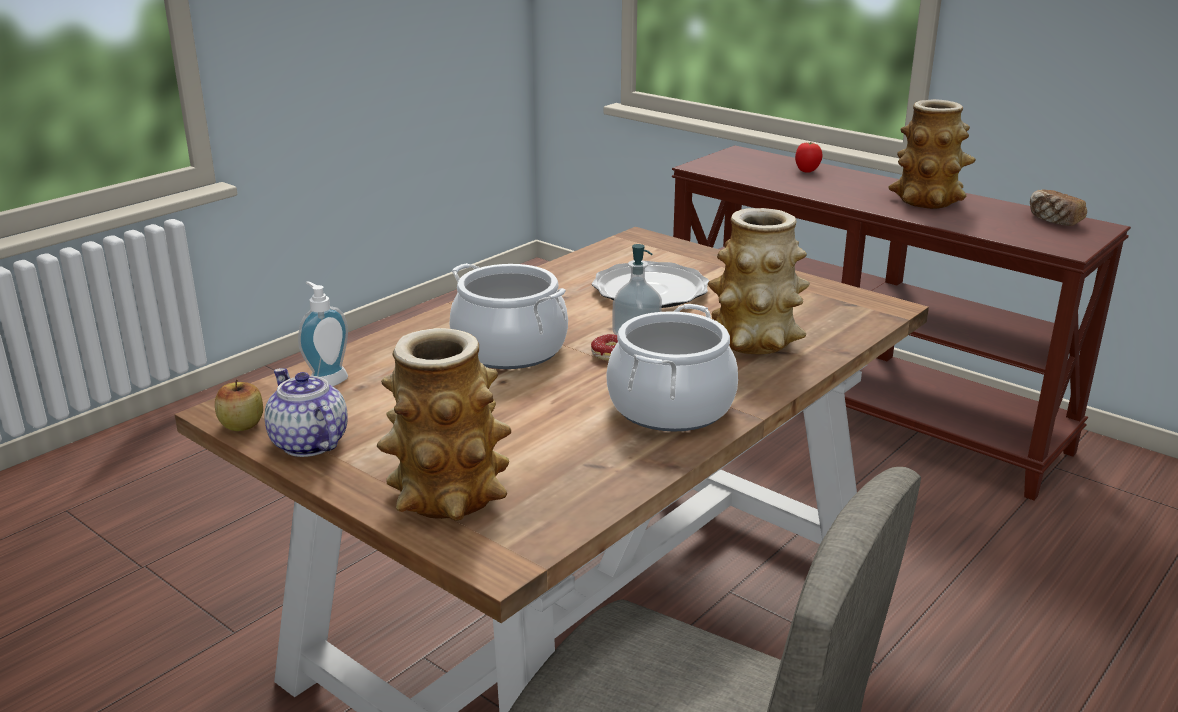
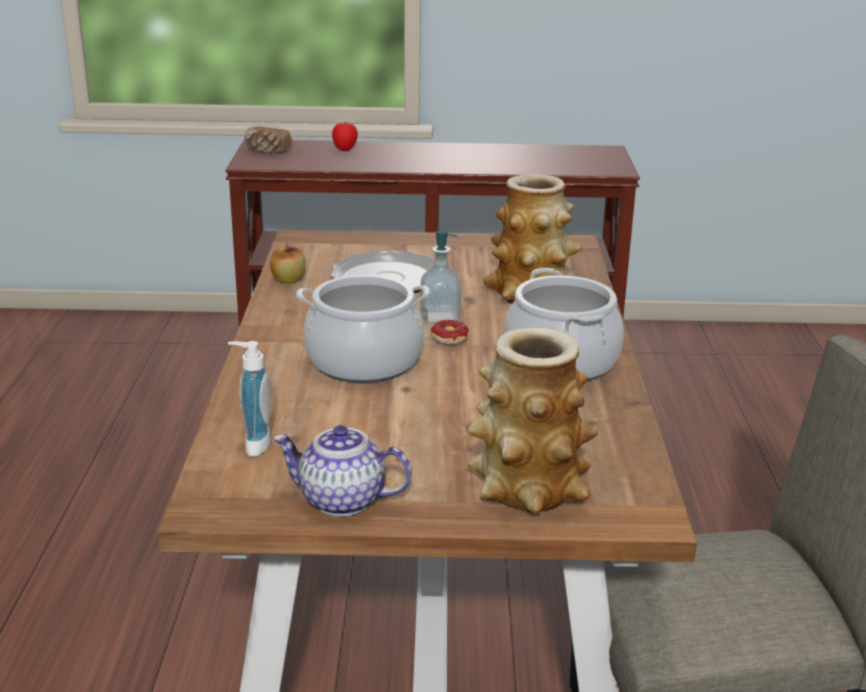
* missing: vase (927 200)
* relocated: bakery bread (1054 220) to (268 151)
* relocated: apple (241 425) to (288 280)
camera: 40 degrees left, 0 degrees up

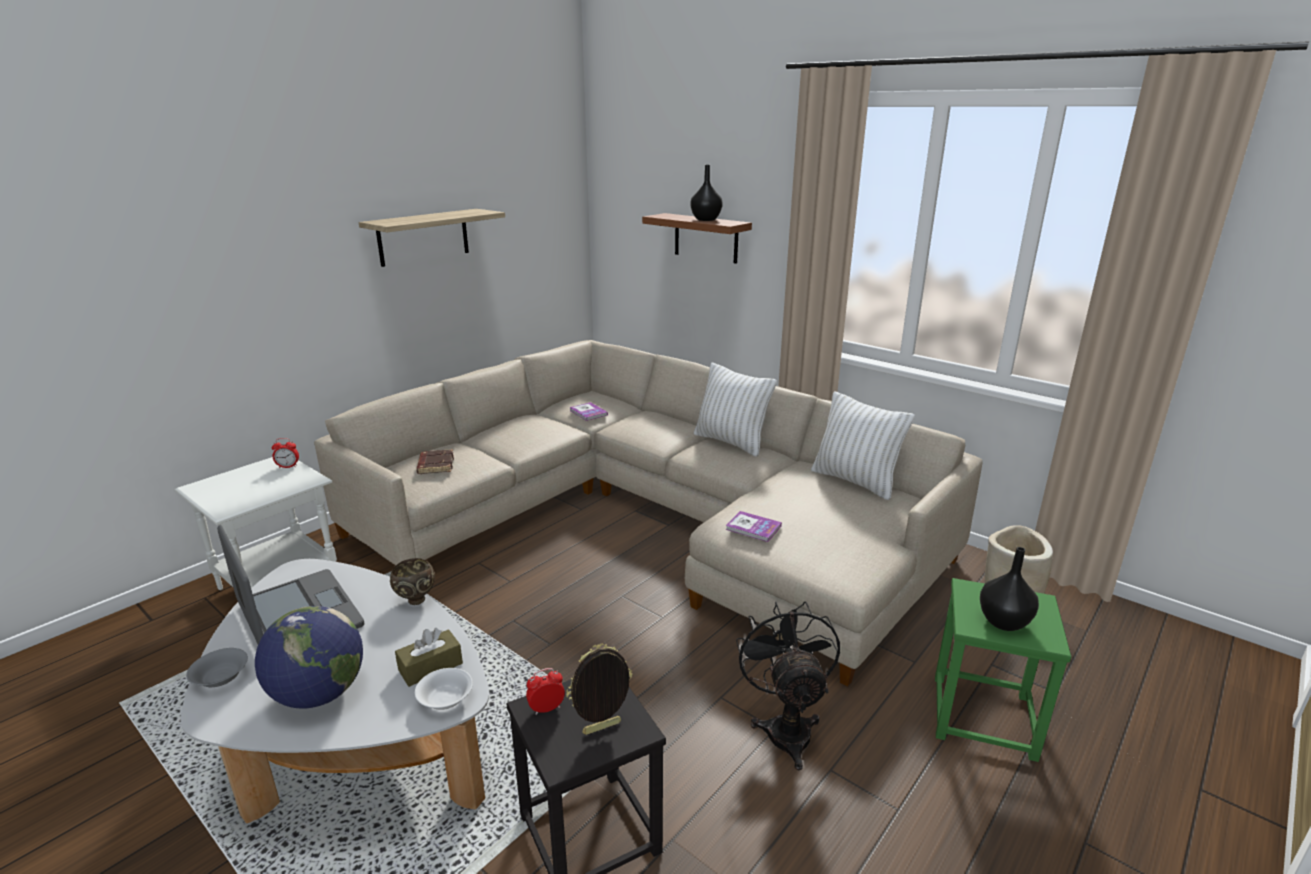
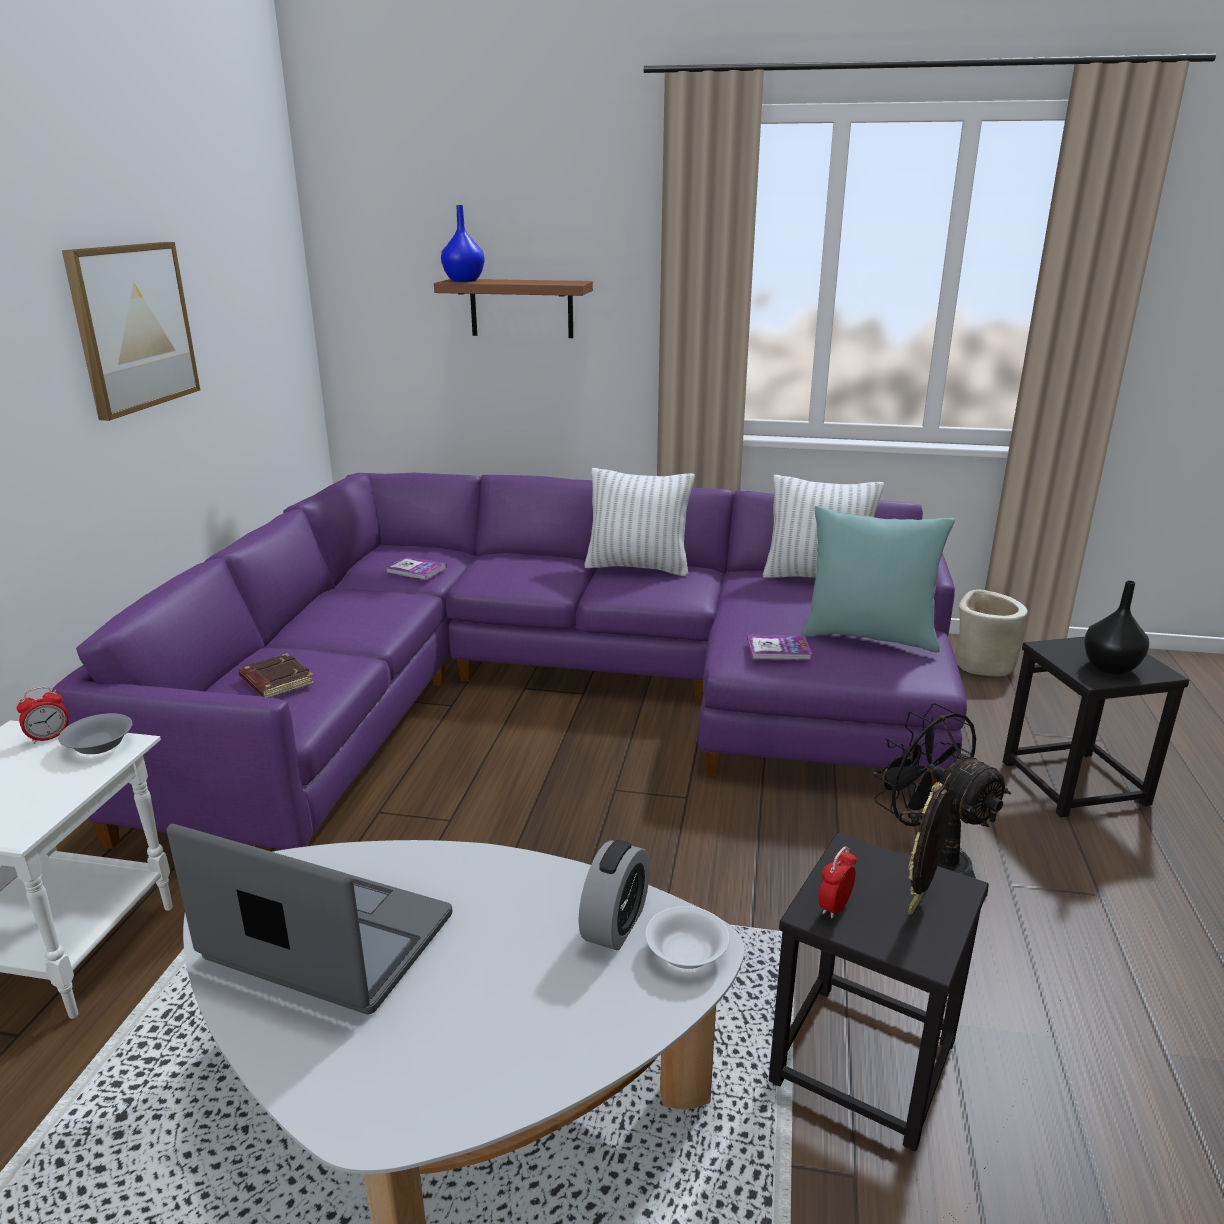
* missing: blackish vase (705 219)
* exchanged: bracket shelf (423 237) to wall art (133 327)
* colour: sand-coloured settee (652 520) to purplish settee (557 693)
* missing: brownish serving bowl (415 600)
* colour: green-coloured stool seat (982 717) to blackish stool seat (1074 783)
* missing: world globe (319 694)
* exchanged: brownish box of tissues (430 667) to table clock (615 925)
* relocated: greyish serving bowl (221 677) to (100 745)
* appeared: blue-coloured vase (464 280)
* appeared: turquoise-coloured cushion (869 636)
camera: 30 degrees left, 0 degrees up

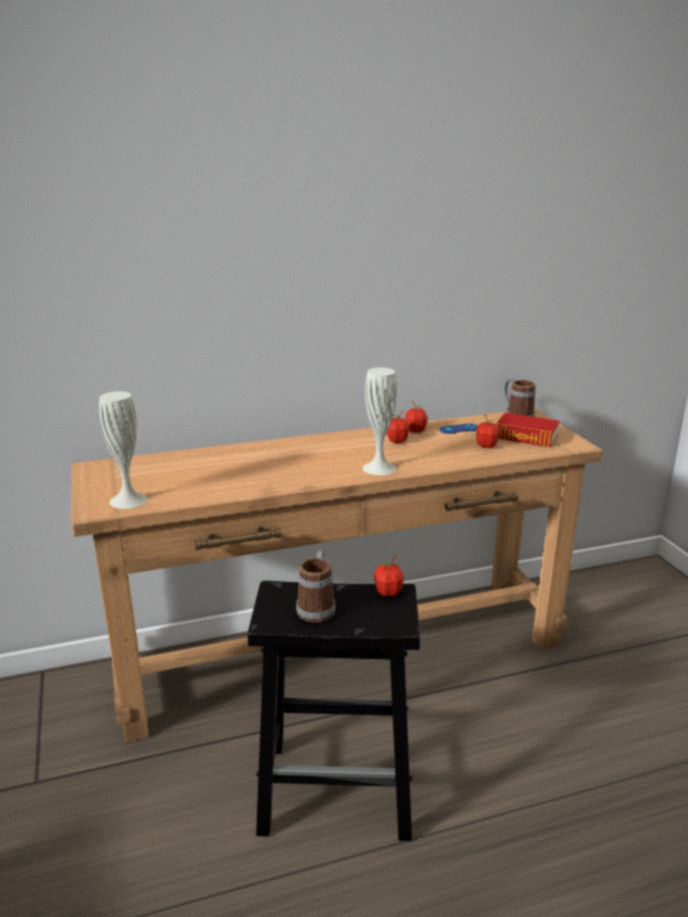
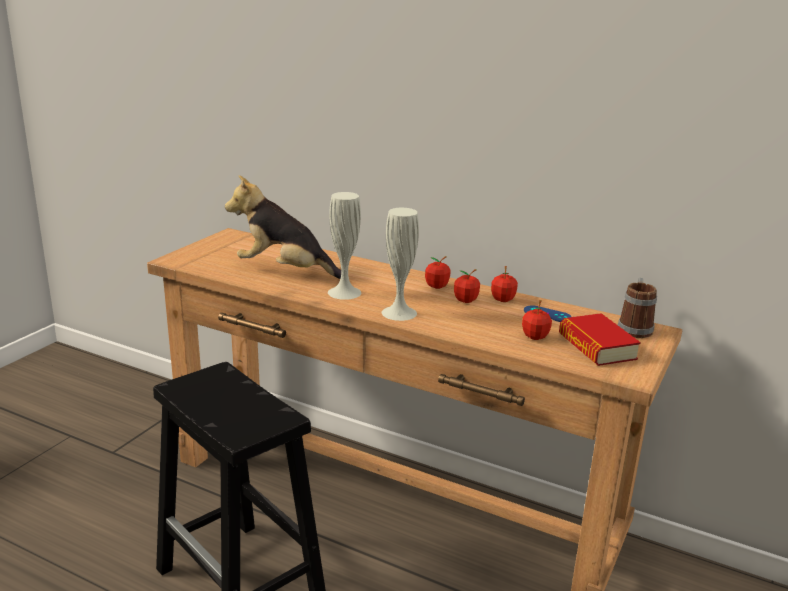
* relocated: white-coloured vase (128 500) to (344 292)
* missing: tea mug (317 606)
* relocated: apple (388 592) to (437 286)
* appeared: plush toy (285 271)
camera: 45 degrees right, 0 degrees up

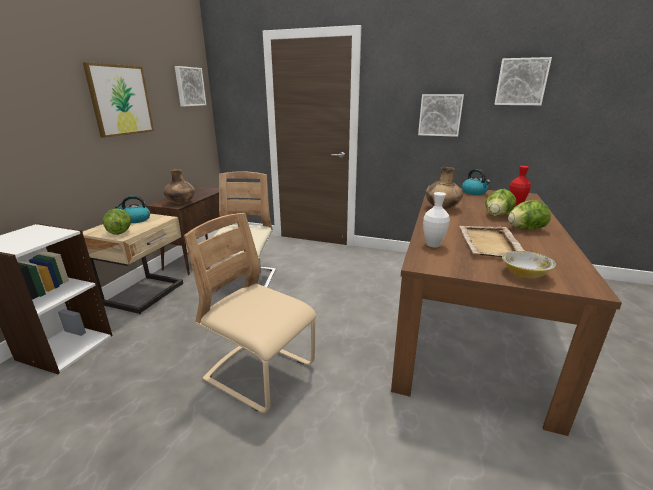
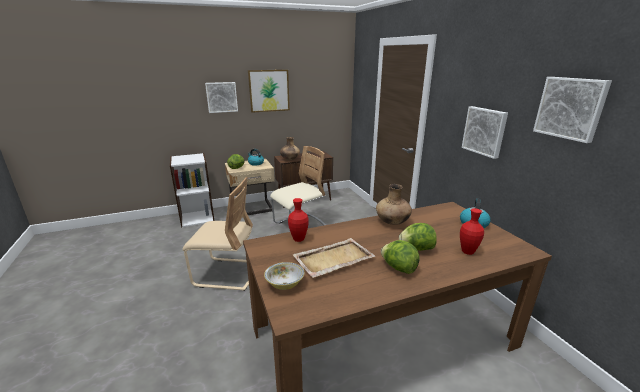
* relocated: wall art (189 86) to (221 97)
* colour: white-coloured vase (433 245) to red vase (298 239)
* spun: sand-coloured chair (260 373) = (226 274) 105 degrees clockwise
camera: 50 degrees right, 0 degrees up

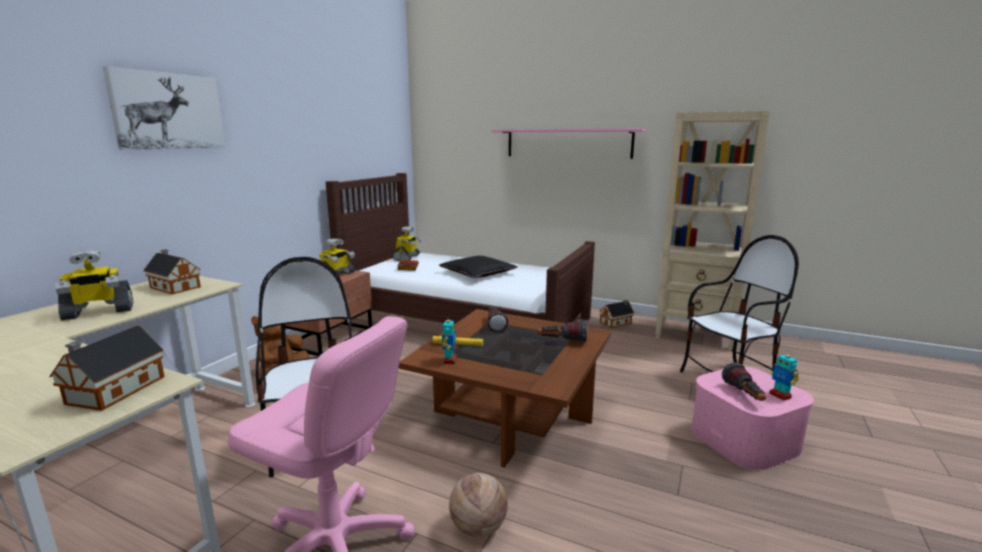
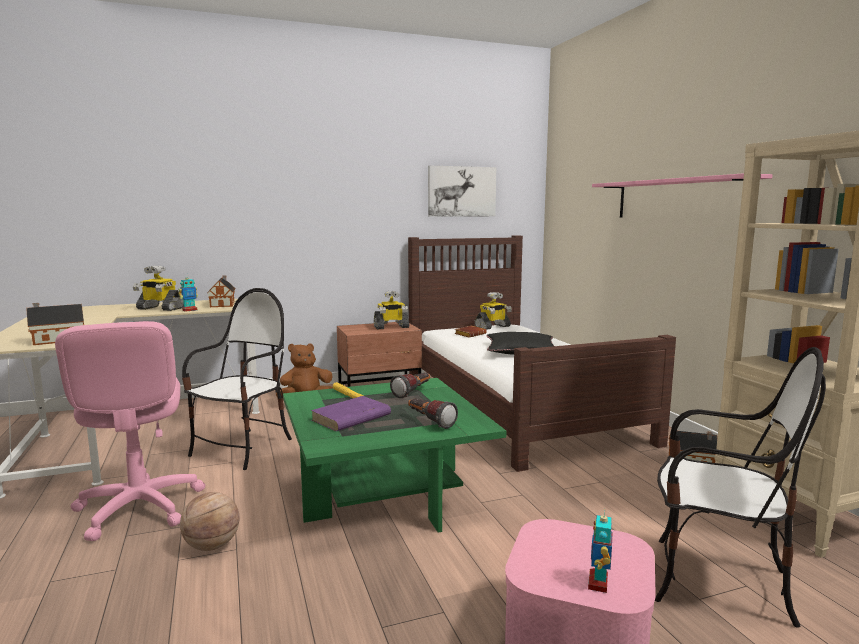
* relocated: wall art (168 111) to (461 191)
* colour: brownish lounge table (511 416) to green-coloured lounge table (385 493)
* relocated: model robot (449 360) to (189 310)
* missing: flashlight (744 395)
* appeared: purplish book (350 418)
camera: 45 degrees right, 5 degrees down

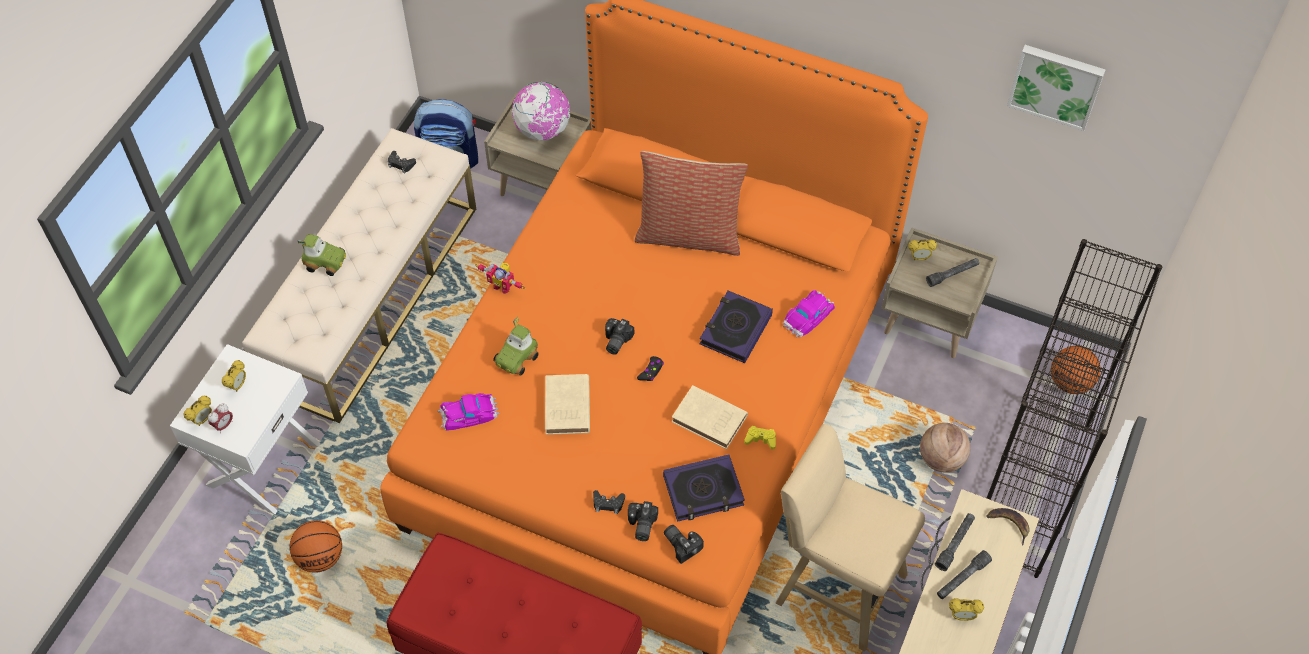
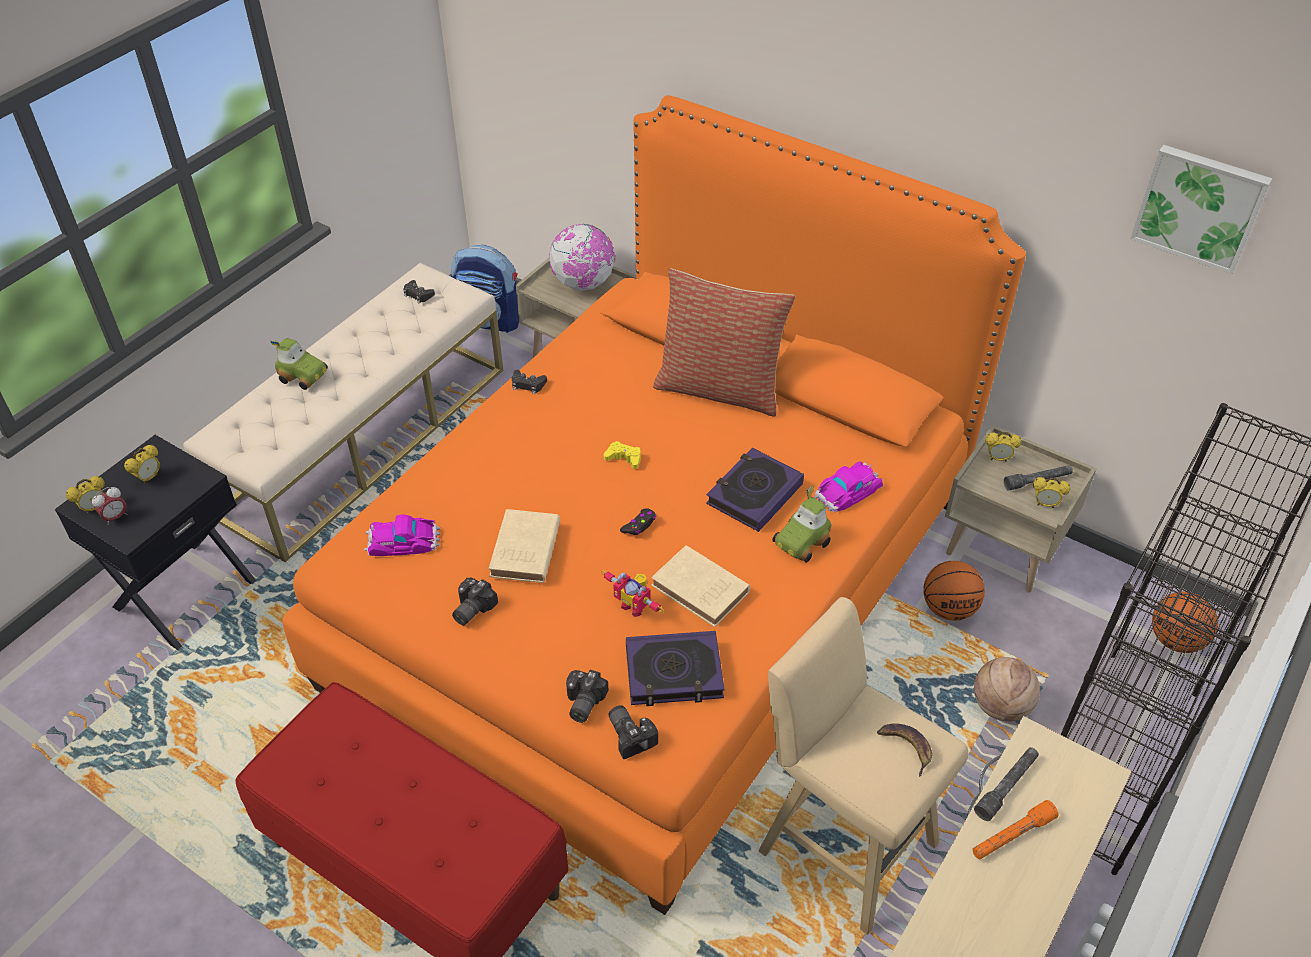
* relocated: model robot (503 285) to (635 605)
* relocated: miniature car (517 358) to (802 543)
* relocated: still camera (615 341) to (470 609)
* colour: white-coloured night table (262 464) to blackish night table (184 593)
* relocated: yellowish game controller (760 439) to (624 458)
* relocated: blackish game controller (608 503) to (528 384)
* relocated: whole banana (1009 524) to (906 747)
* relocated: basketball (320 557) to (948 609)
* colour: greyish flashlight (962 578) to orange flashlight (1012 836)
* relocated: table clock (962 616) to (1045 504)
camera: 10 degrees right, 10 degrees down

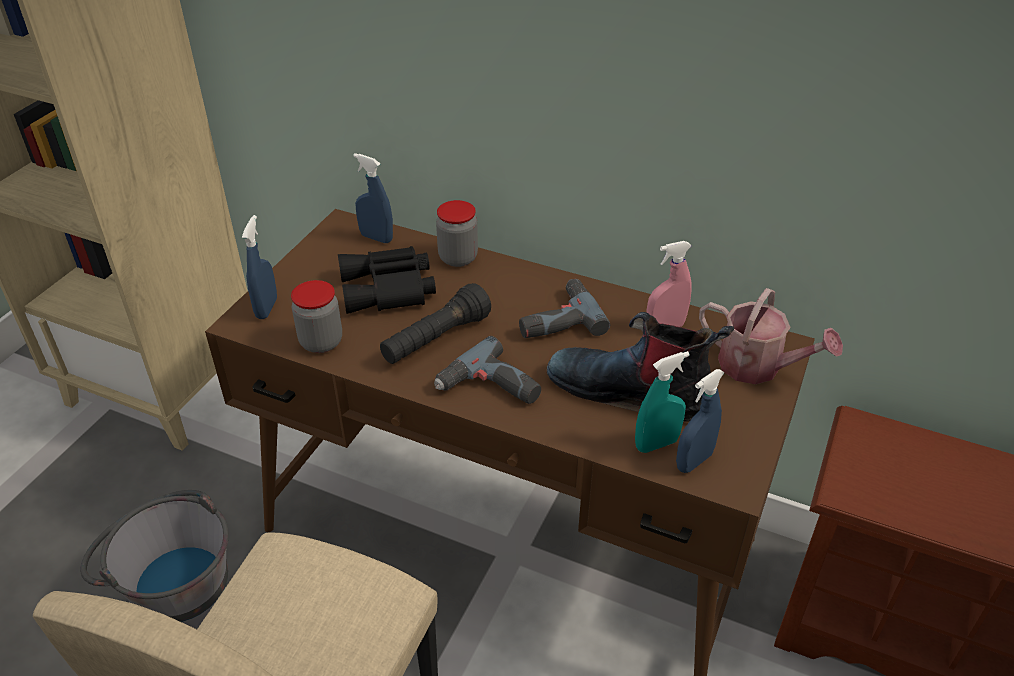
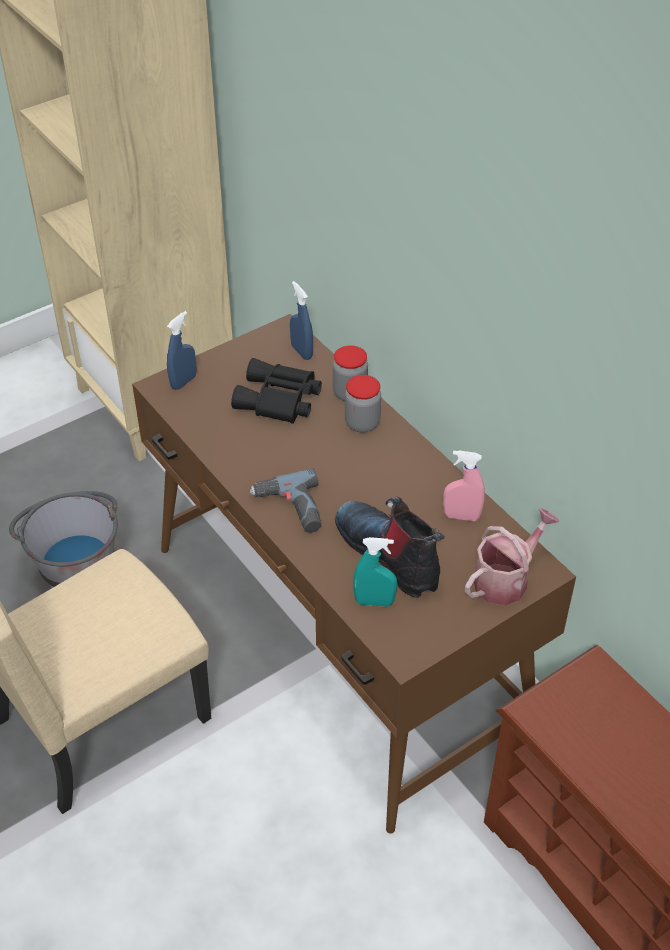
* missing: power drill (556 318)
* relocated: jar (321 342) to (362 423)
* missing: blackish flashlight (436 339)
* spun: watering pot (758 367) = (506 579) 105 degrees counterclockwise
* missing: blue-coloured sprayer (694 461)
camera: 30 degrees right, 5 degrees up

